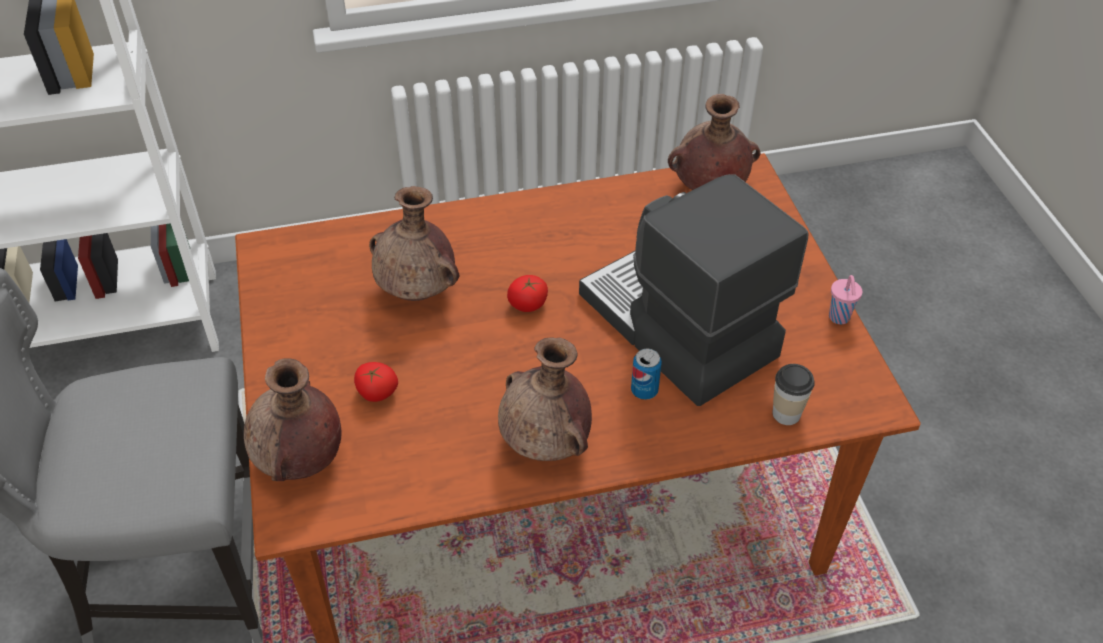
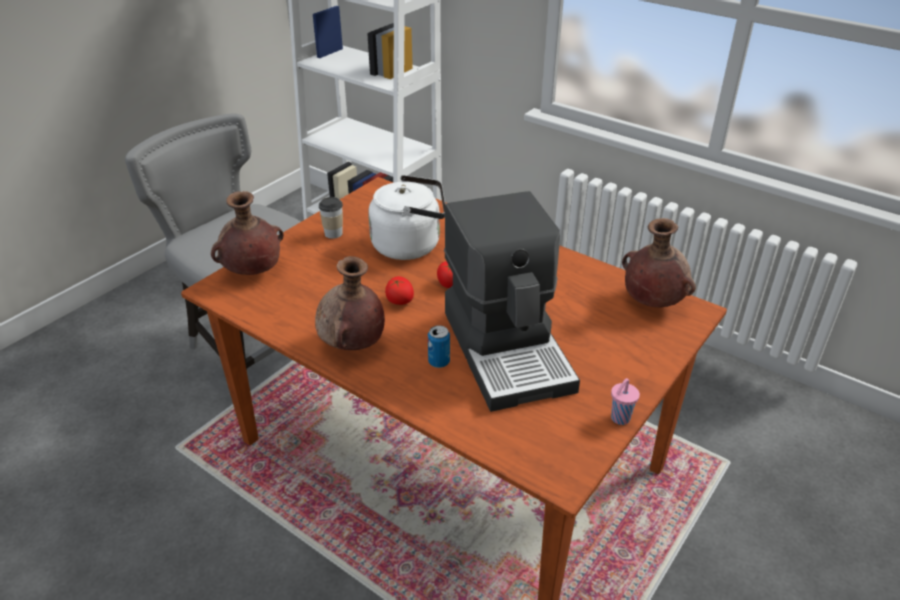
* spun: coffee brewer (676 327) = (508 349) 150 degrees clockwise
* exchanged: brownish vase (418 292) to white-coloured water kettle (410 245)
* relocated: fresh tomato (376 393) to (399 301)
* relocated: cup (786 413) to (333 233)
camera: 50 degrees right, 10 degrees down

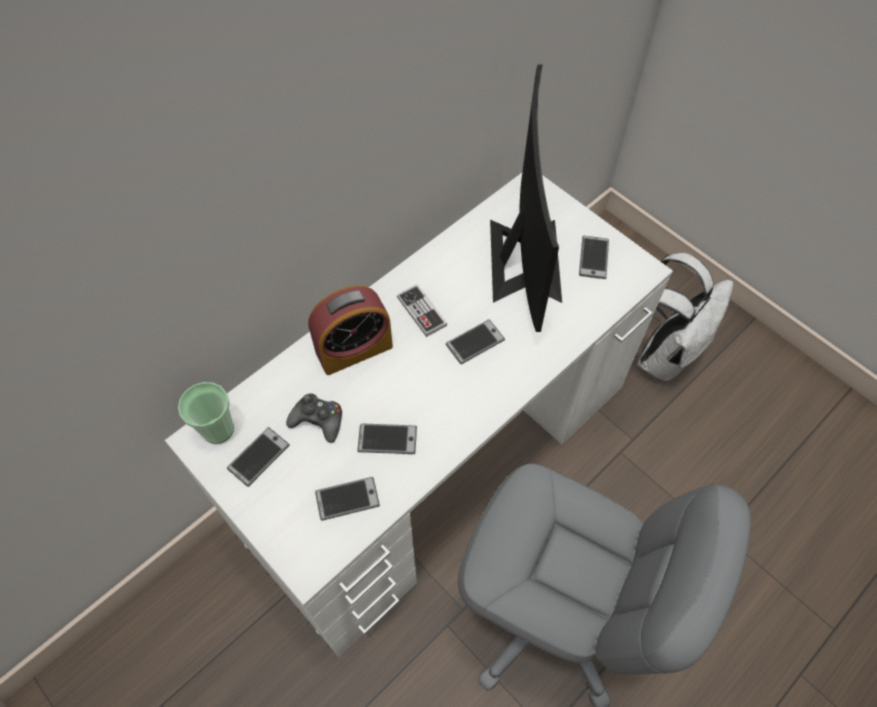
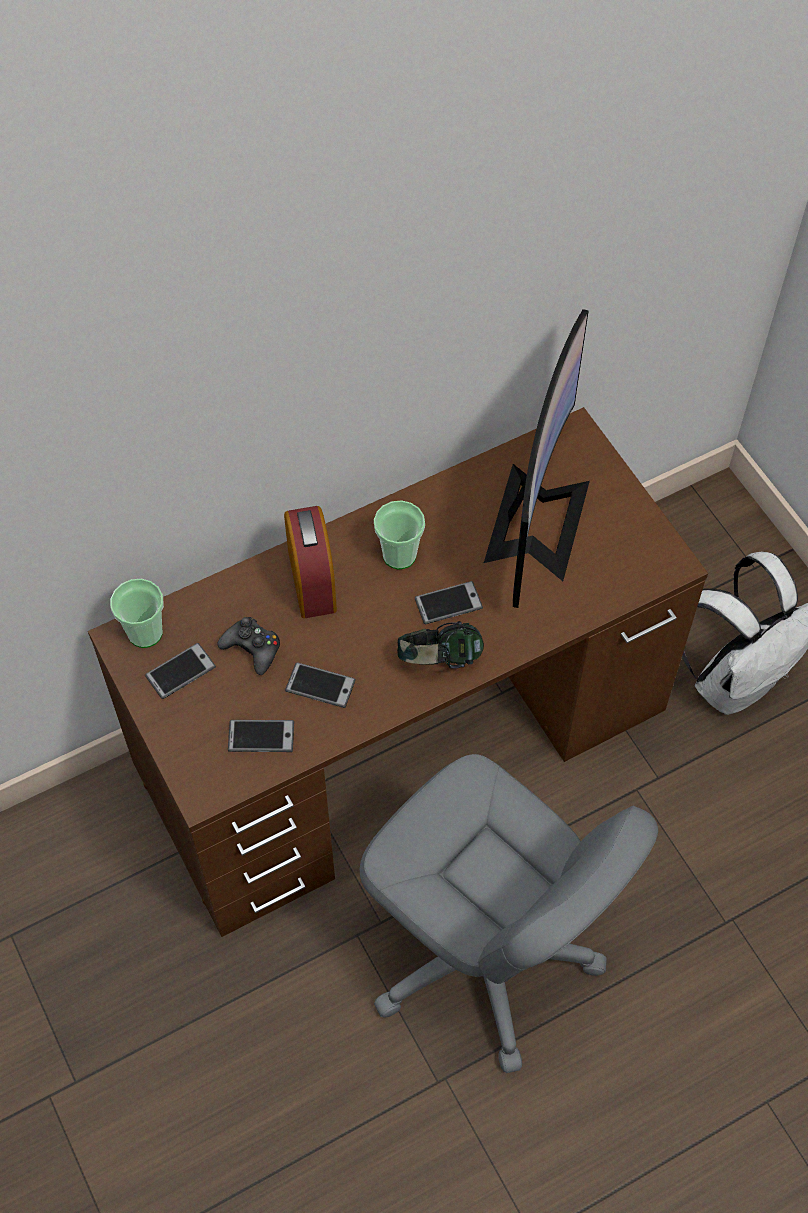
* colour: white-coloured desk (437 455) to brownish desk (404 737)
* missing: phone (593 258)
* exchanged: game controller (421 311) to cup (399 555)
* spun: table clock (354 349) = (312 580) 90 degrees counterclockwise
* appeared: headphones (439 660)
camera: 15 degrees right, 0 degrees up

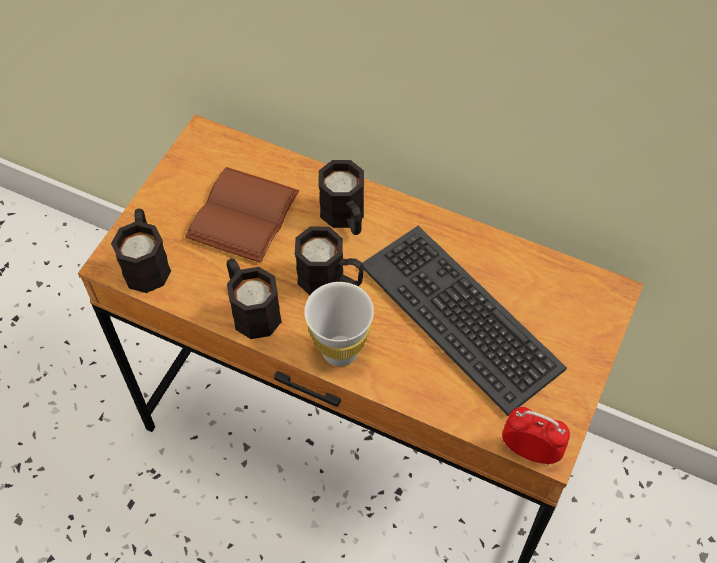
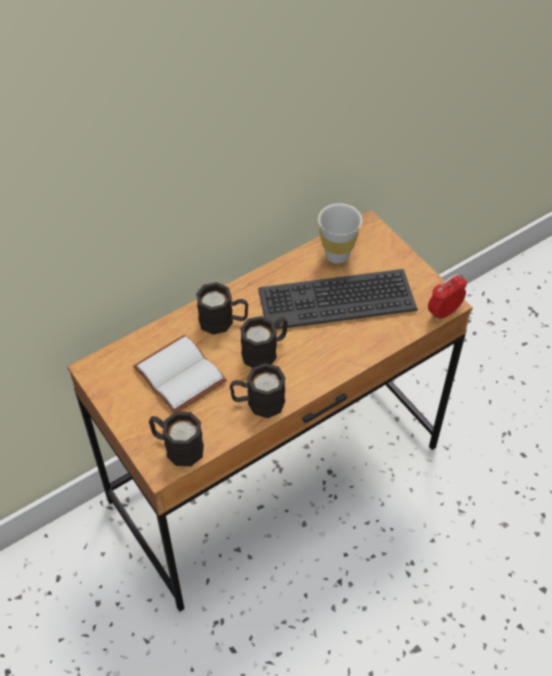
* colour: brownish book (241 214) to white-coloured book (177 375)
* relocated: white-coloured cup (340 351) to (337 255)
camera: 60 degrees left, 5 degrees down

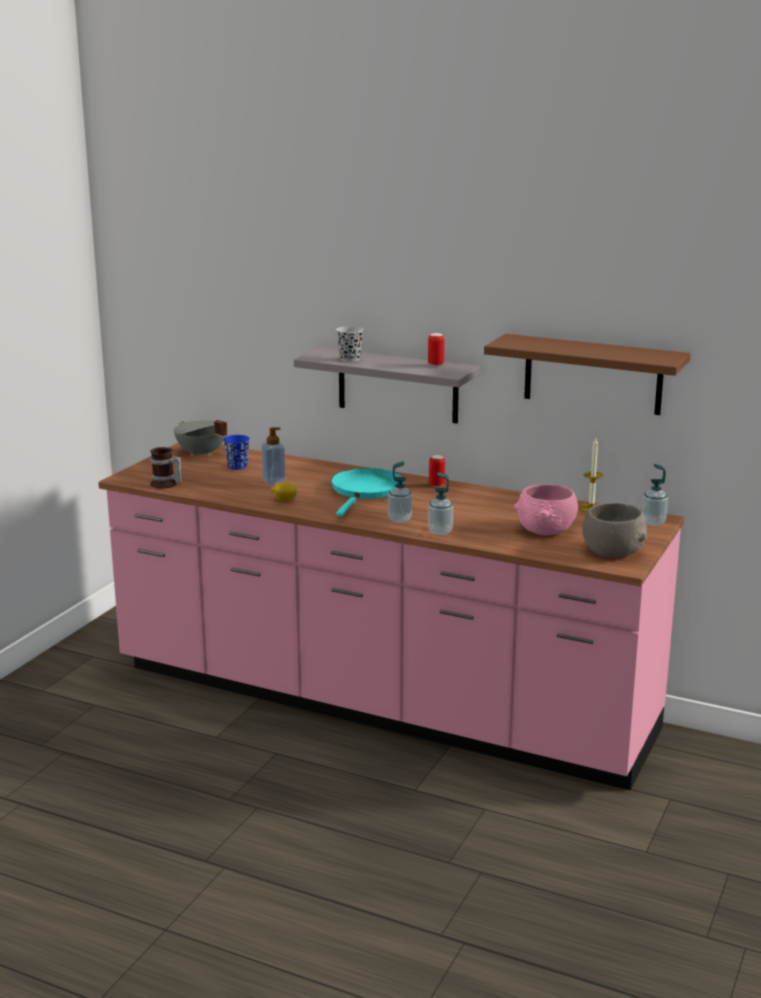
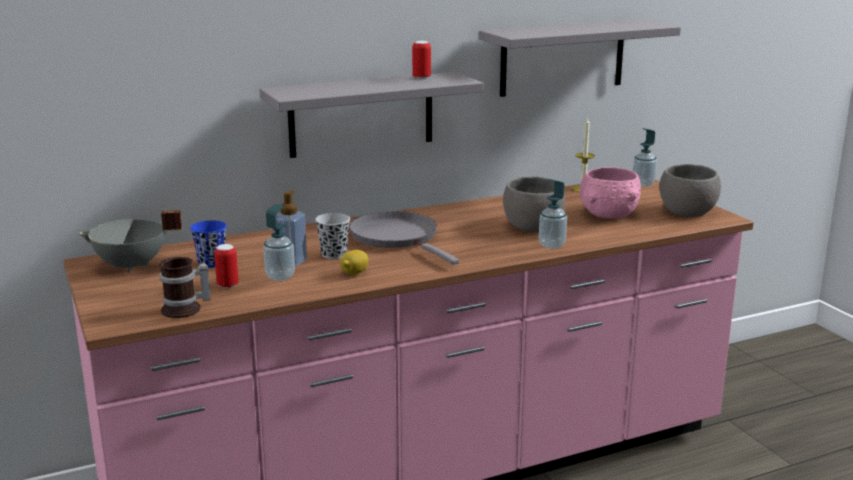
* relocated: blackish cup (349 359) to (334 254)
* colour: brownish bracket shelf (593 374) to greyish bracket shelf (562 57)
* relocated: metal can (436 485) to (227 285)
* relocated: soap dispenser (399 519) to (280 277)
* colour: turquoise-coloured frying pan (366 491) to greyish frying pan (397 237)
* appeared: greyish serving bowl (532 226)
camera: 50 degrees left, 0 degrees up

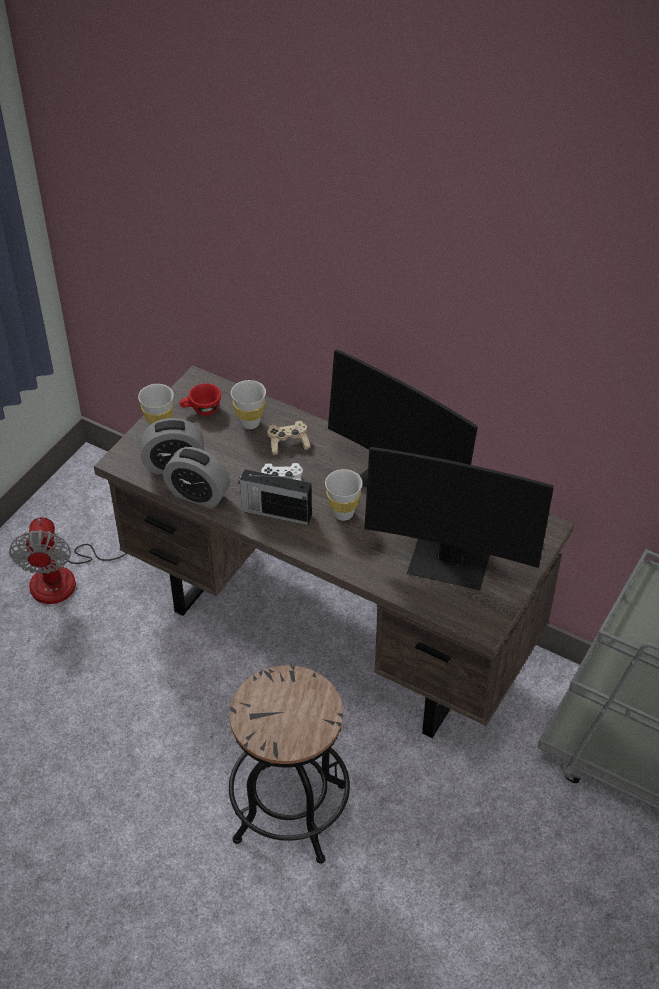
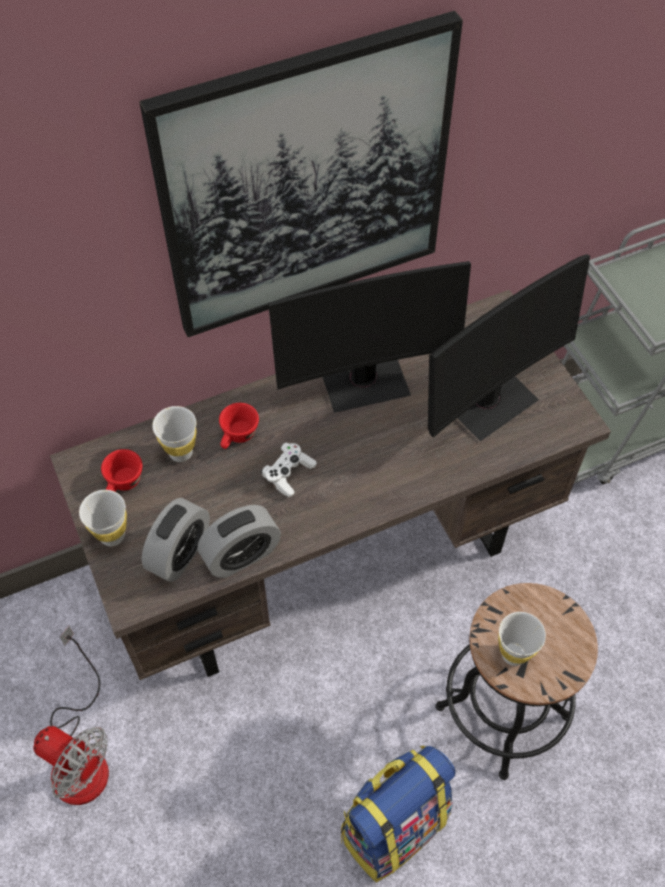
* exchanged: sand-coloured game controller (288 443) to red cup (238 437)
* missing: radio receiver (275 512)
* relocated: white-coloured cup (343 513) to (513 654)
* appeared: wall art (306 183)
* appeared: knapsack (393 825)
camera: 55 degrees left, 10 degrees up

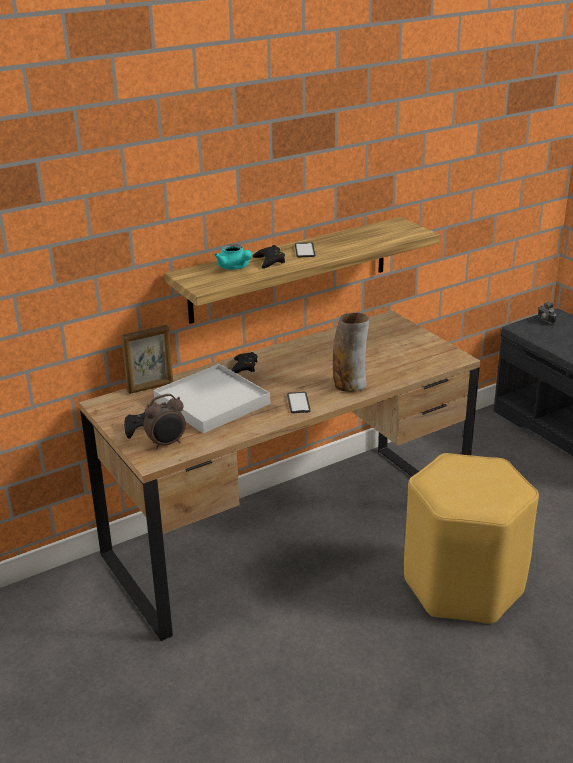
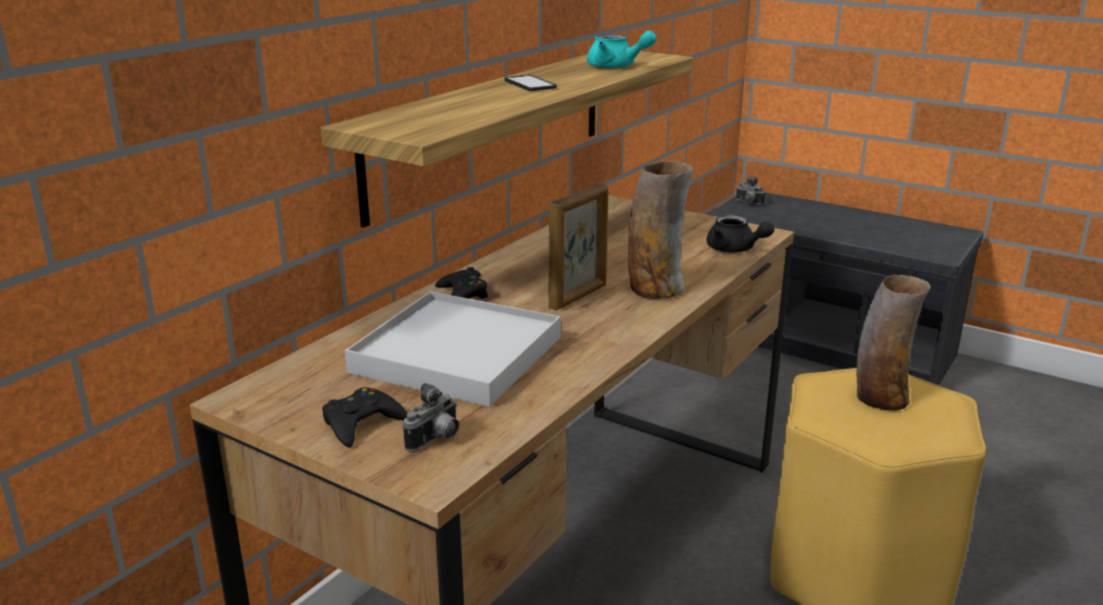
* relocated: turquoise-coloured teapot (235 267) to (616 67)
* missing: blackish game controller (269 261)
* relocated: photo frame (151 387) to (579 296)
* missing: phone (298 403)
* exchanged: table clock (167 444) to still camera (436 440)
* appeared: blackish teapot (735 250)
* appeared: vase (880 398)
camera: 25 degrees left, 5 degrees down

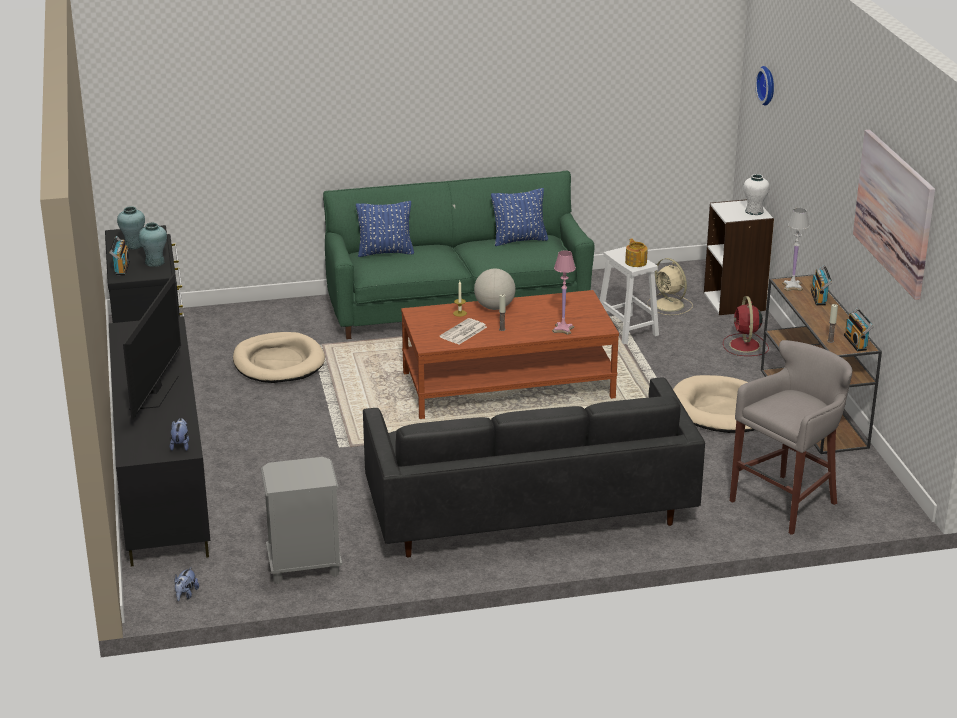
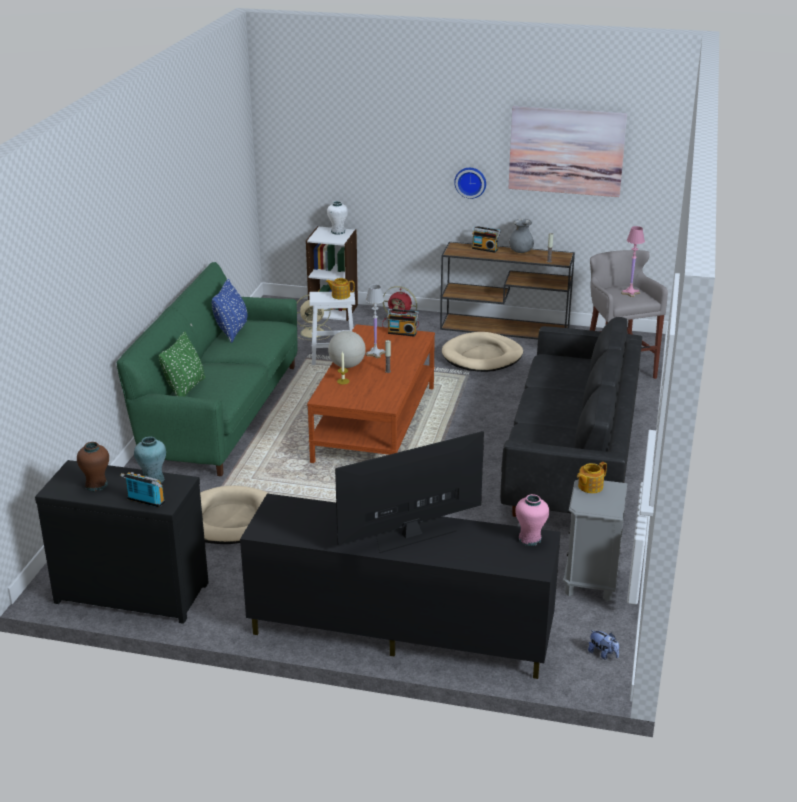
* relocated: hanging clock (768 85) to (470 182)
* colour: blue-coloured cushion (385 252) to green-coloured cushion (185 389)
* colour: turquoise-coloured vase (134 245) to brownish vase (96 485)
* relocated: white-coloured lamp for a table (792 287) to (375 353)
* relocated: pink lamp for a table (562 329) to (630 293)
* spun: television (155 390) = (412 534) 60 degrees counterclockwise
* relocated: radio receiver (857 342) to (402 332)
* missing: printed paper (463 332)
* exchanged: plush toy (180 445) to pink vase (530 539)
* appeared: greyish vase (520 251)
* appeared: teapot (589 486)
camera: 65 degrees left, 0 degrees up

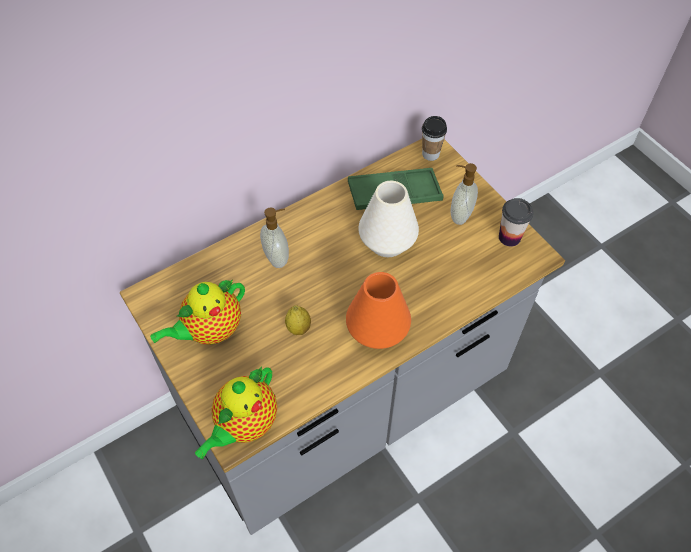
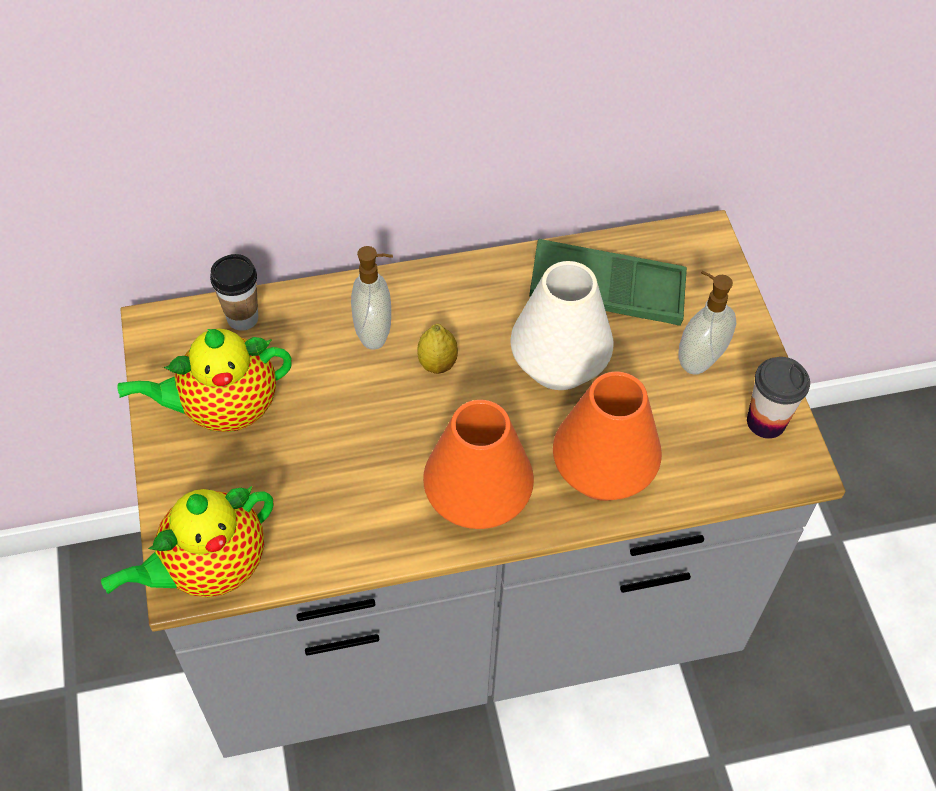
* relocated: cup (430 154) to (242 318)
* relocated: whole lemon (298 328) to (437 364)
* appeared: orange vase (603 471)
camera: 20 degrees right, 0 degrees up

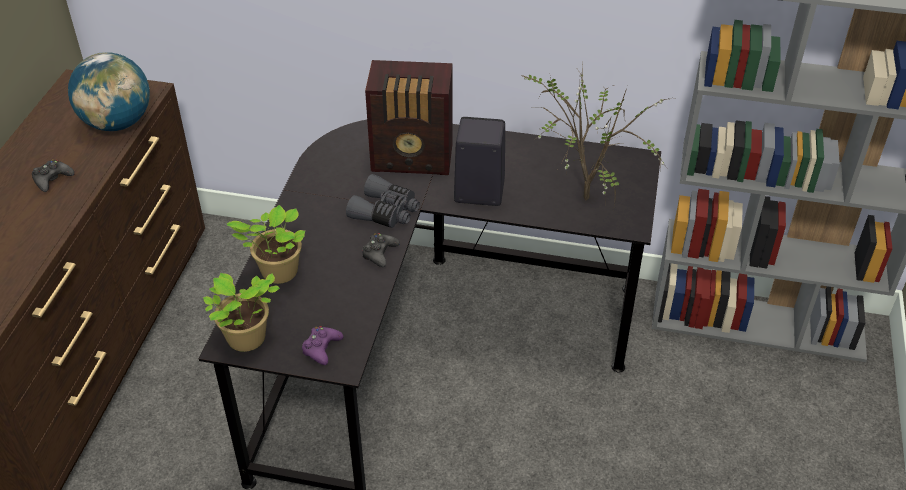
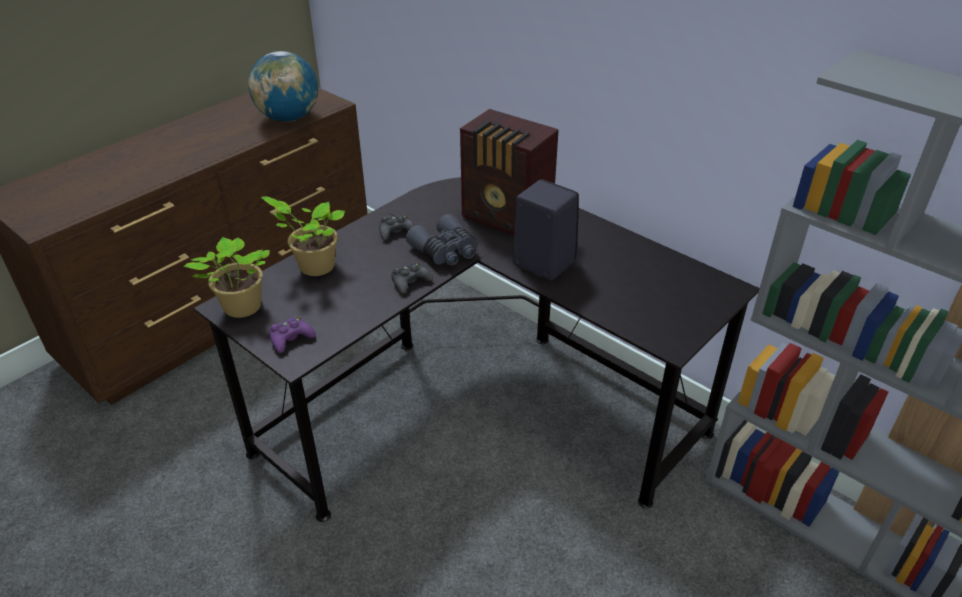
* missing: houseplant (582 201)
* relocated: blackish game controller (52 179) to (396 232)
camera: 30 degrees right, 5 degrees down

